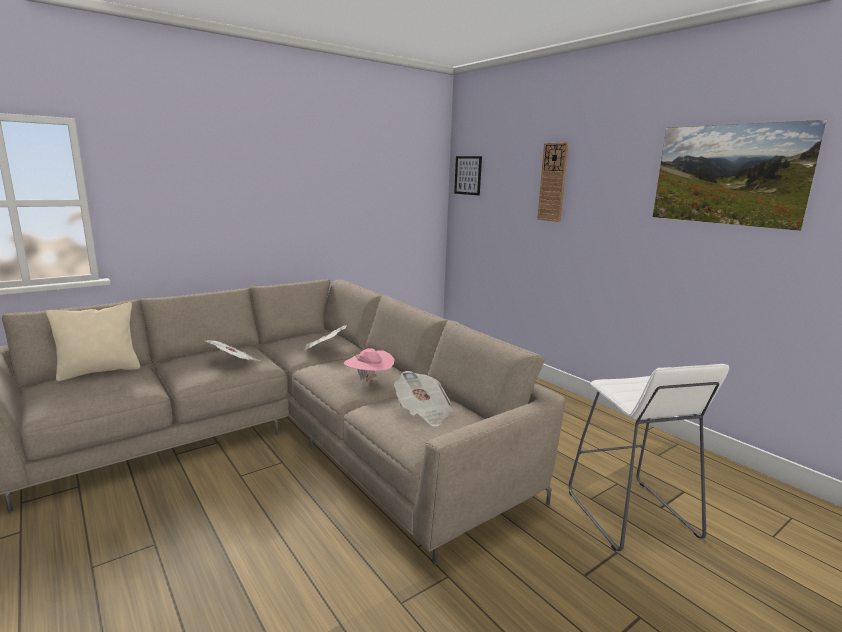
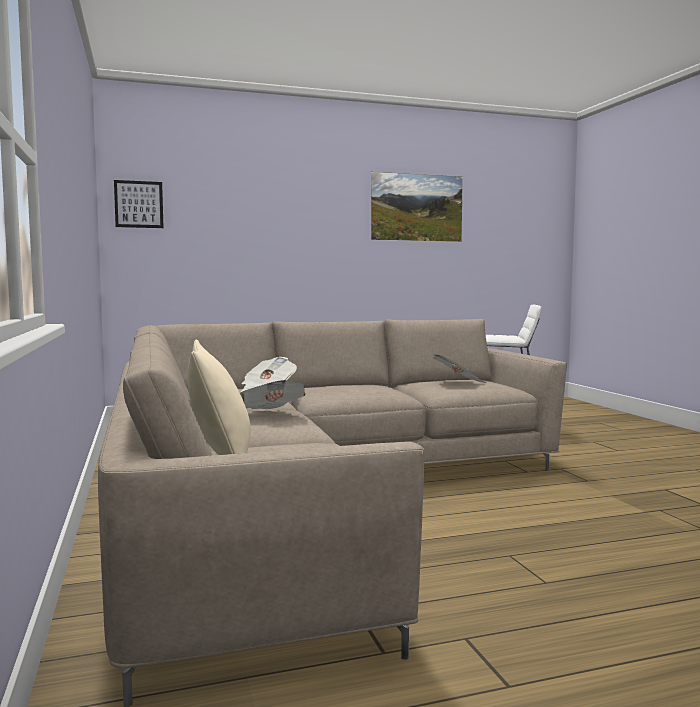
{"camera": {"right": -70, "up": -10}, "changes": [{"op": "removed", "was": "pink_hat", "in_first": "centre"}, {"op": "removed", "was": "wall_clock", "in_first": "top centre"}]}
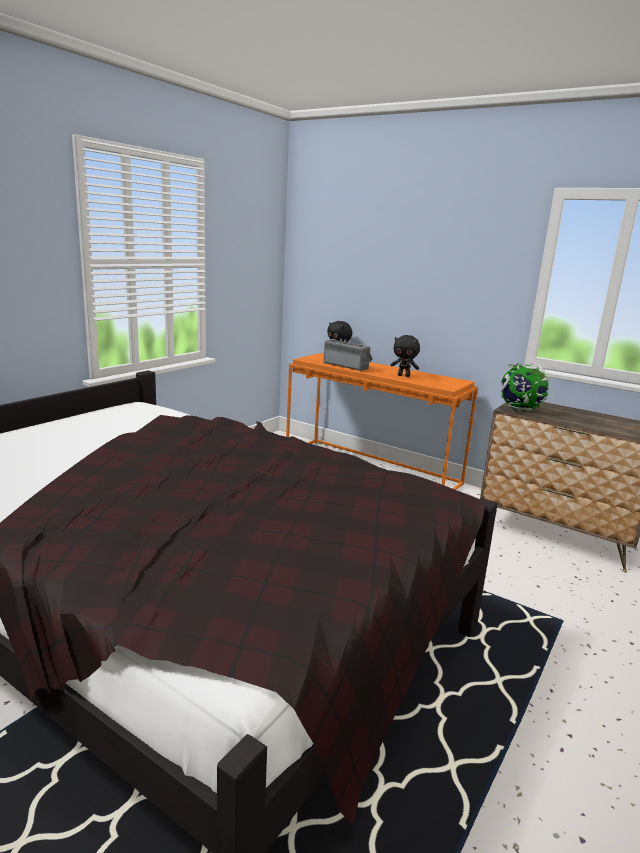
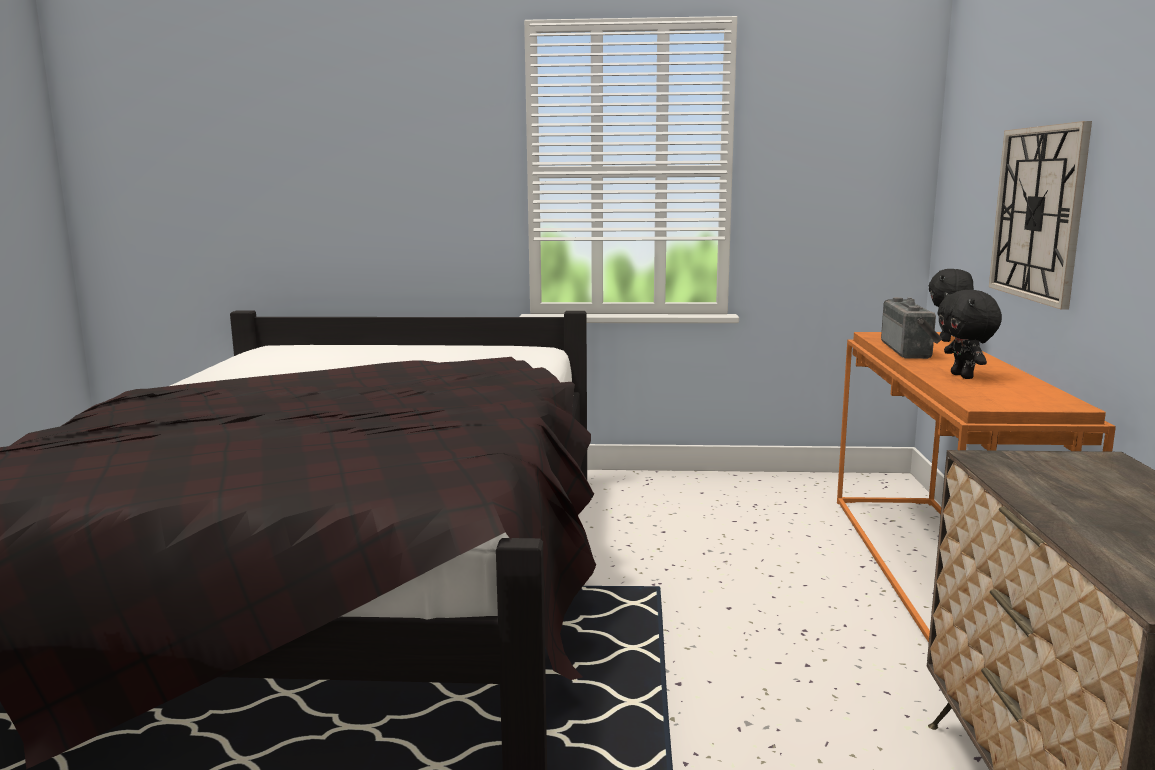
{"camera": {"right": 60, "up": -5}, "changes": [{"op": "removed", "was": "globe", "in_first": "middle right"}, {"op": "added", "now": "wall_clock", "in_second": "top right"}]}
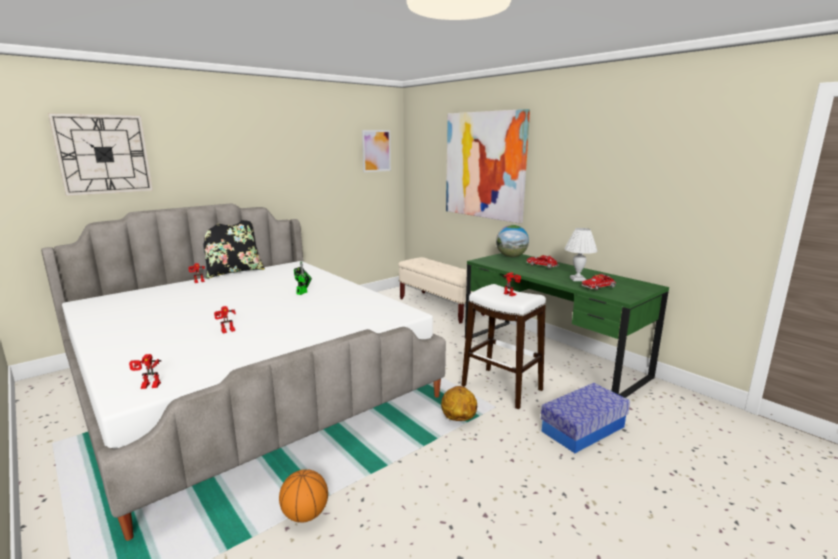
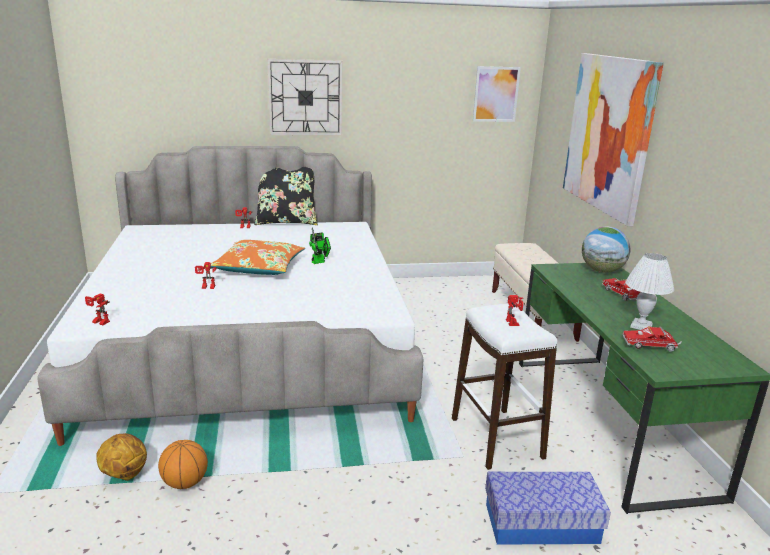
{"camera": {"right": 30, "up": 5}, "changes": [{"op": "moved", "was": "wall_clock", "in_first": "top left", "in_second": "top centre"}, {"op": "moved", "was": "basketball (2nd from left in the first image)", "now": "basketball (1st from left)", "in_first": "bottom centre", "in_second": "bottom left"}, {"op": "added", "now": "orange_pillow", "in_second": "centre"}]}
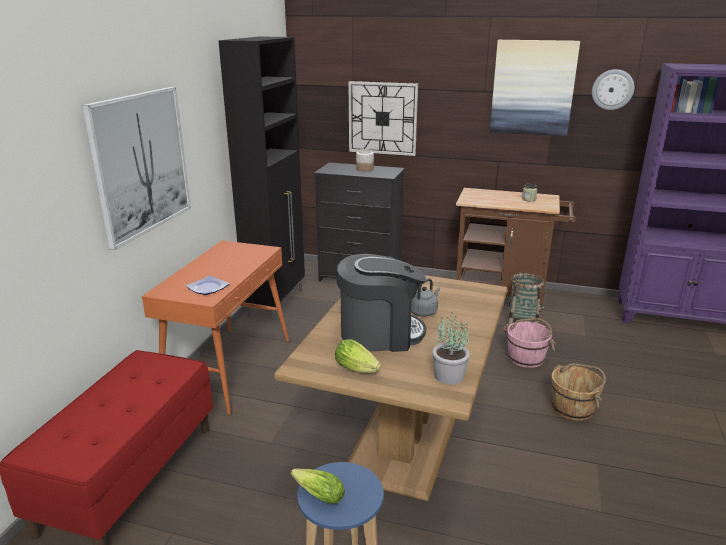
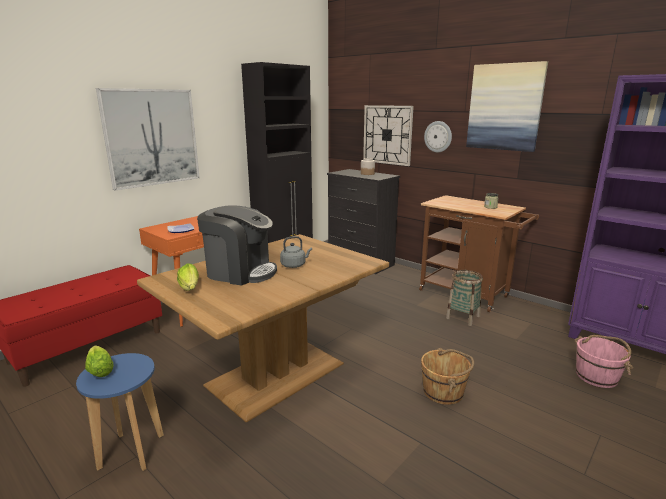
{"camera": {"right": 25, "up": -5}, "changes": [{"op": "removed", "was": "potted_plant", "in_first": "centre"}, {"op": "moved", "was": "pink_bucket", "in_first": "middle right", "in_second": "bottom right"}, {"op": "moved", "was": "wall_clock (2nd from left)", "in_first": "top right", "in_second": "top centre"}]}
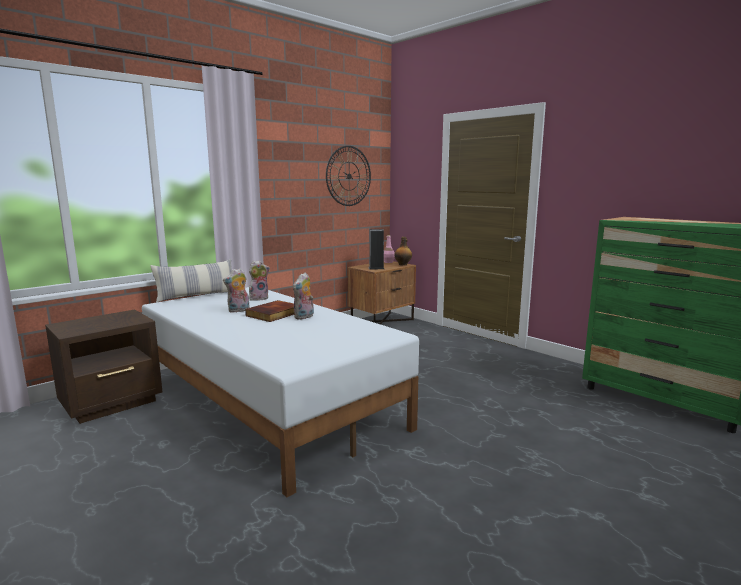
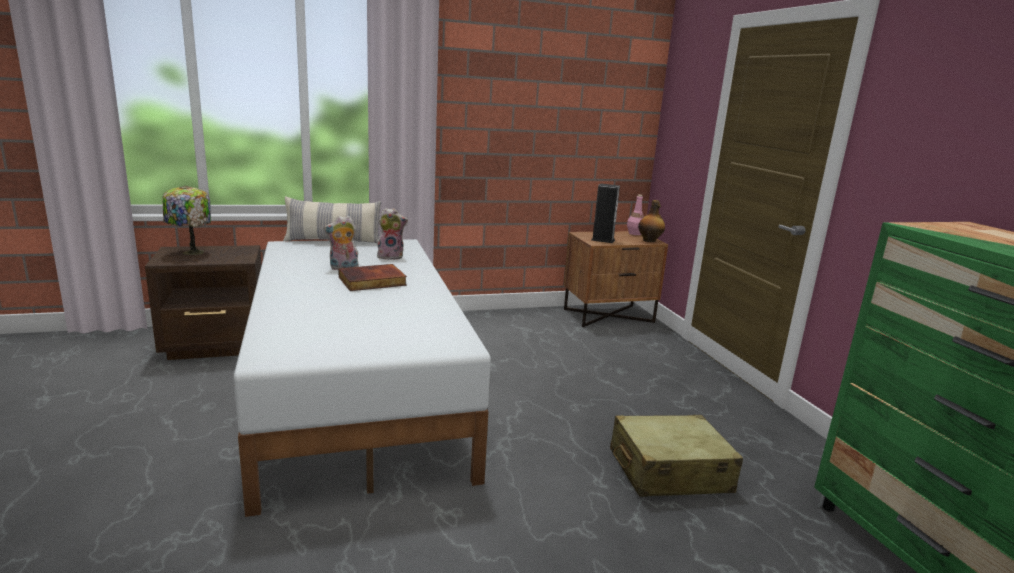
{"camera": {"right": 25, "up": 5}, "changes": [{"op": "removed", "was": "plush_toy (3rd from left)", "in_first": "centre"}, {"op": "removed", "was": "wall_clock", "in_first": "top centre"}, {"op": "added", "now": "table_lamp", "in_second": "middle left"}, {"op": "added", "now": "beige_suitcase", "in_second": "bottom right"}]}
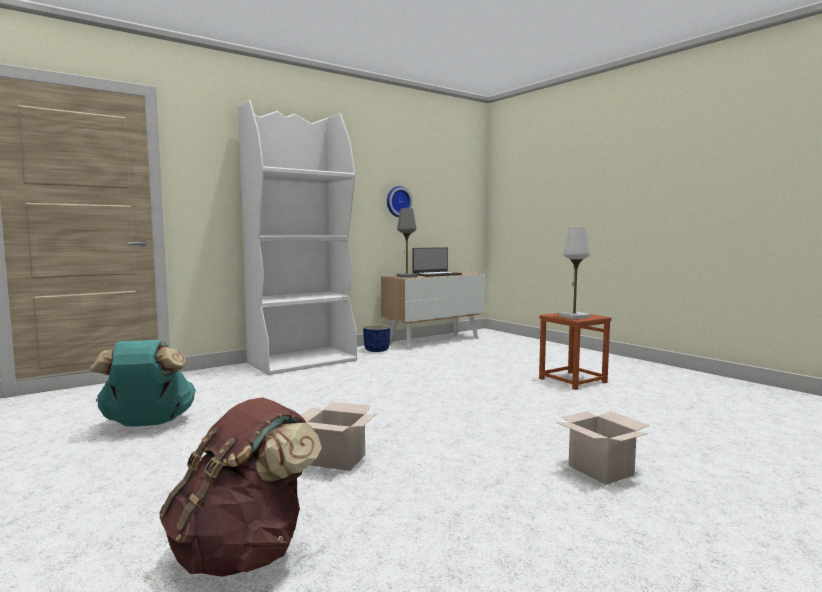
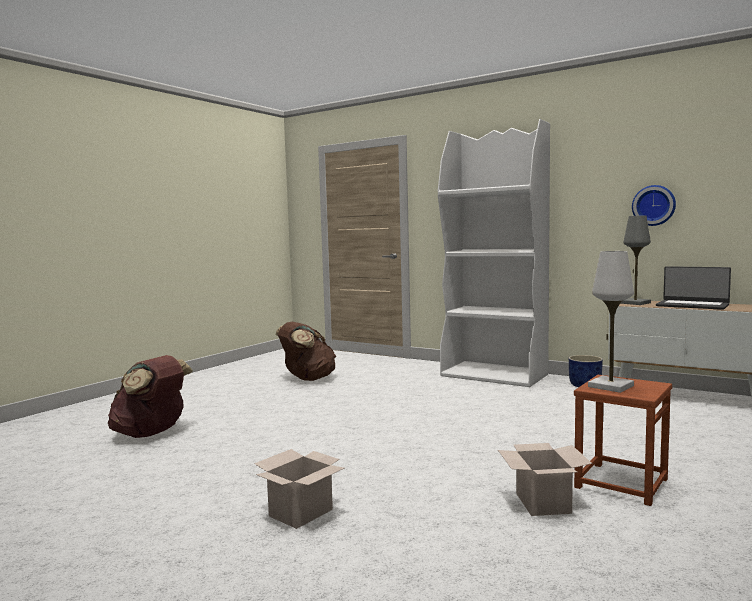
{"camera": {"right": 70, "up": 0}, "changes": [{"op": "recoloured", "was": "turquoise_backpack", "now": "brown_backpack (2nd from left)", "in_first": "middle left", "in_second": "centre"}, {"op": "moved", "was": "cardboard_box (1st from left in the first image)", "now": "cardboard_box (2nd from left)", "in_first": "bottom centre", "in_second": "bottom right"}]}
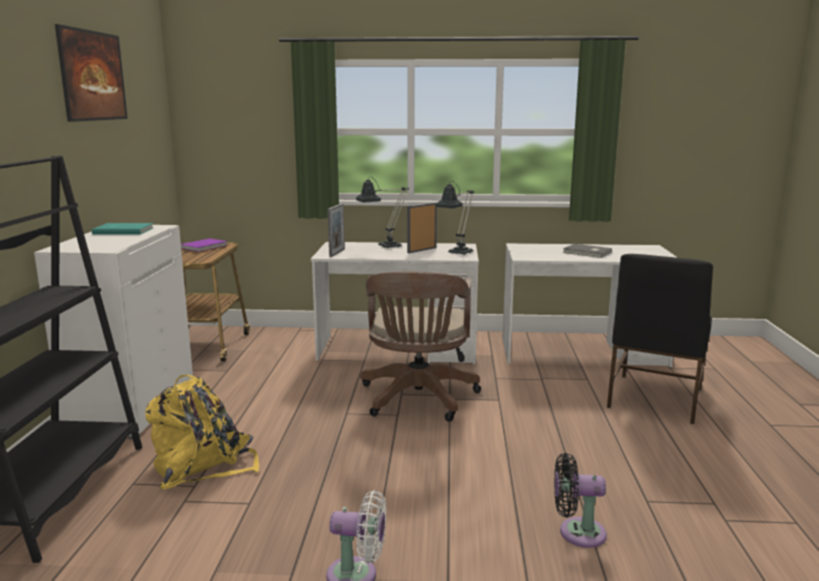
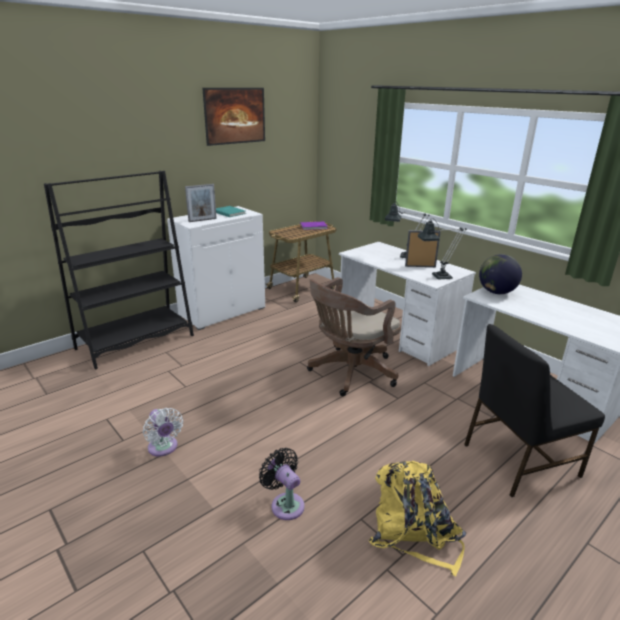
{"camera": {"right": 45, "up": 10}, "changes": [{"op": "moved", "was": "yellow_backpack", "in_first": "bottom left", "in_second": "bottom right"}, {"op": "moved", "was": "picture_frame (1st from left)", "in_first": "centre", "in_second": "top left"}, {"op": "removed", "was": "grey_book", "in_first": "middle right"}, {"op": "added", "now": "globe", "in_second": "middle right"}]}
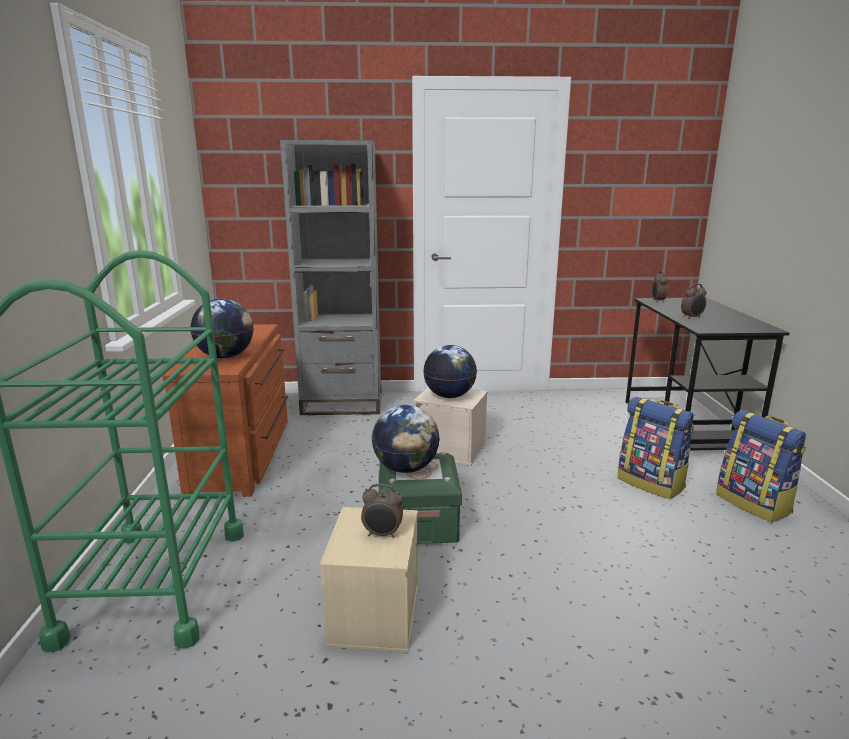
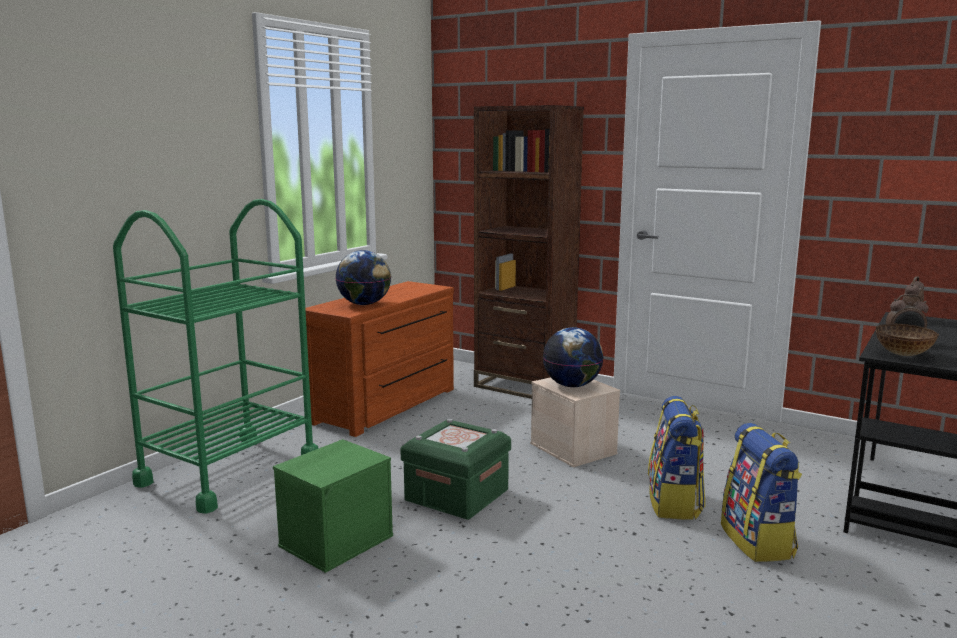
{"camera": {"right": 35, "up": -5}, "changes": [{"op": "recoloured", "was": "grey_bookcase", "now": "brown_bookcase", "in_first": "centre", "in_second": "centre"}, {"op": "recoloured", "was": "beige_storage_box (1st from left)", "now": "green_storage_box (1st from left)", "in_first": "bottom centre", "in_second": "bottom centre"}, {"op": "removed", "was": "alarm_clock (1st from left)", "in_first": "bottom centre"}, {"op": "removed", "was": "globe (2nd from left)", "in_first": "centre"}, {"op": "moved", "was": "backpack (2nd from left in the first image)", "now": "backpack (1st from left)", "in_first": "middle right", "in_second": "bottom right"}, {"op": "added", "now": "bowl", "in_second": "middle right"}]}
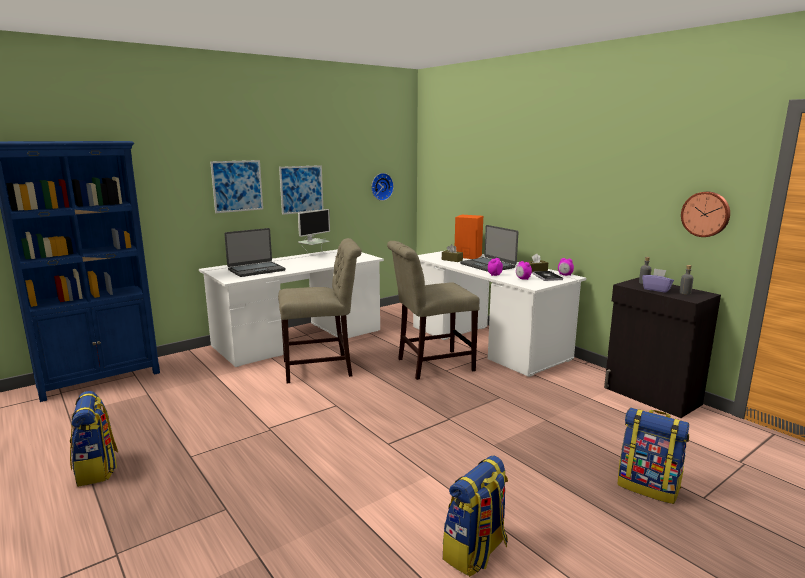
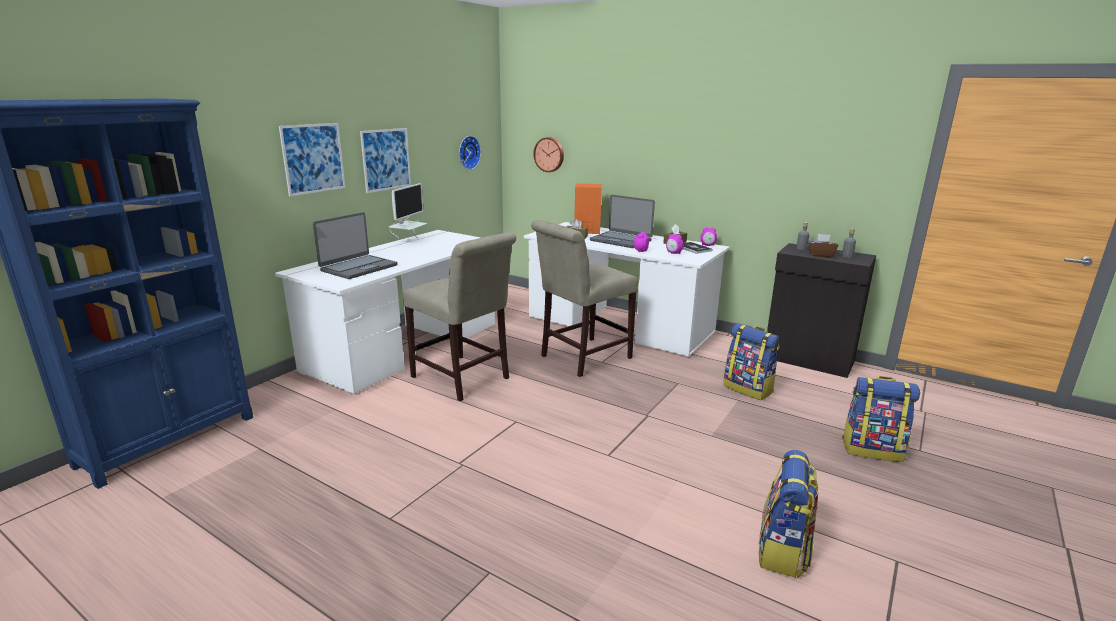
{"camera": {"right": -20, "up": 5}, "changes": [{"op": "moved", "was": "backpack (1st from left)", "in_first": "bottom left", "in_second": "middle right"}, {"op": "turned", "was": "beige_chair (1st from left)", "in_first": "centre", "in_second": "centre", "clockwise": 75}, {"op": "recoloured", "was": "purple_tissue_box", "now": "brown_tissue_box (3rd from left)", "in_first": "middle right", "in_second": "middle right"}, {"op": "moved", "was": "wall_clock (2nd from left)", "in_first": "middle right", "in_second": "top centre"}]}
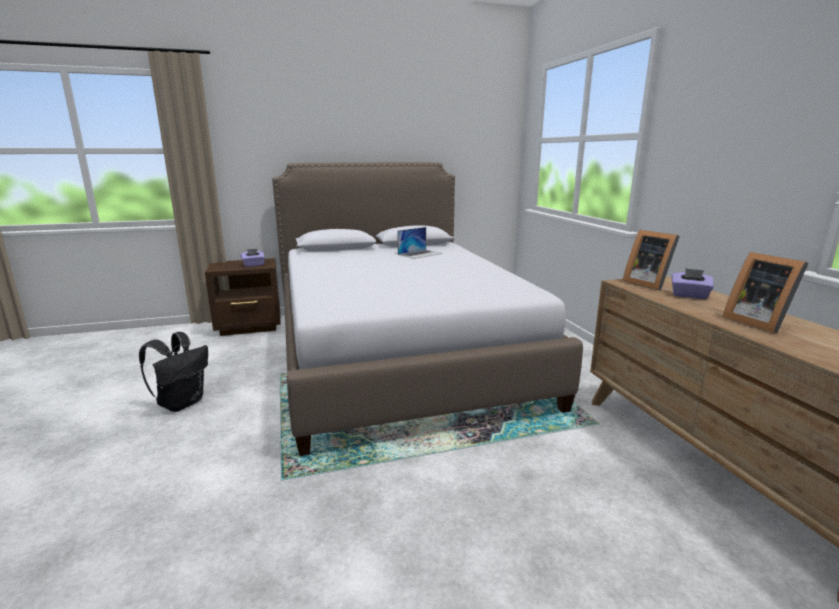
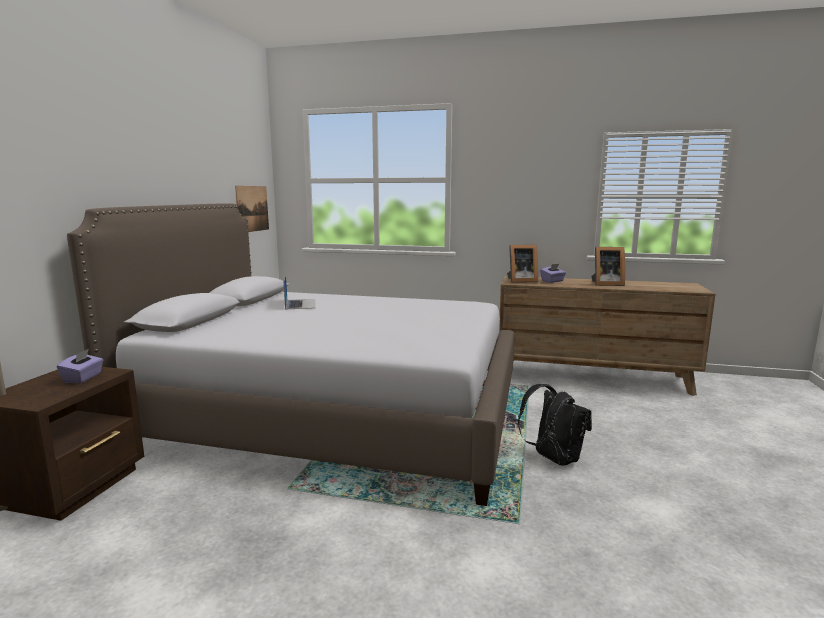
{"camera": {"right": -60, "up": -5}, "changes": [{"op": "moved", "was": "black_backpack", "in_first": "middle left", "in_second": "bottom right"}, {"op": "added", "now": "picture", "in_second": "middle left"}]}
